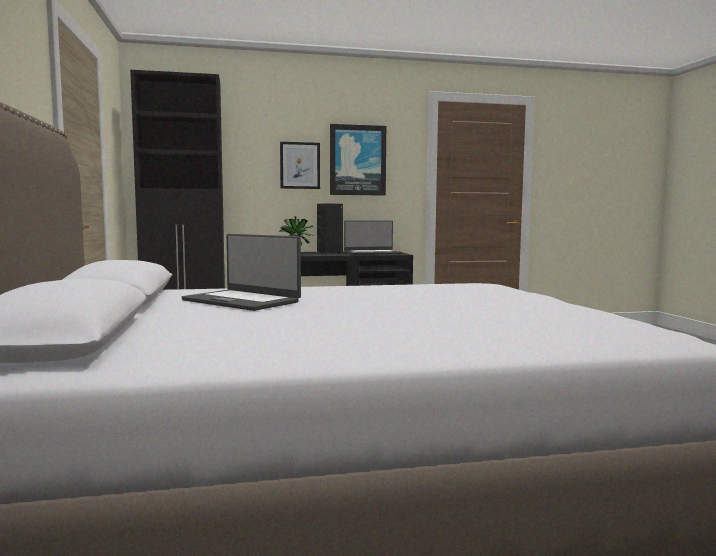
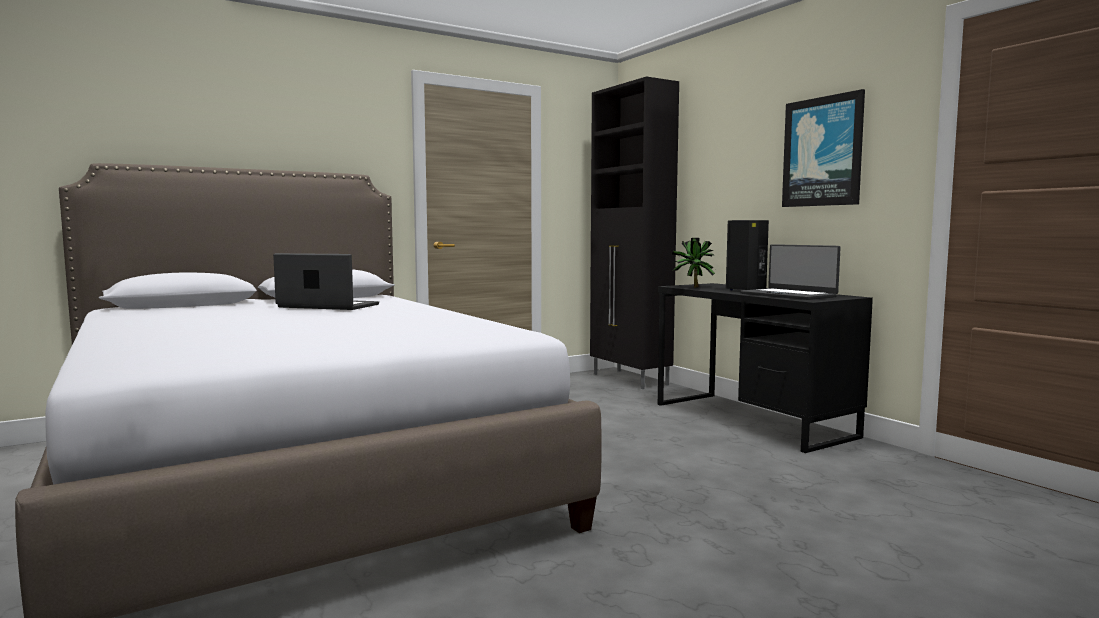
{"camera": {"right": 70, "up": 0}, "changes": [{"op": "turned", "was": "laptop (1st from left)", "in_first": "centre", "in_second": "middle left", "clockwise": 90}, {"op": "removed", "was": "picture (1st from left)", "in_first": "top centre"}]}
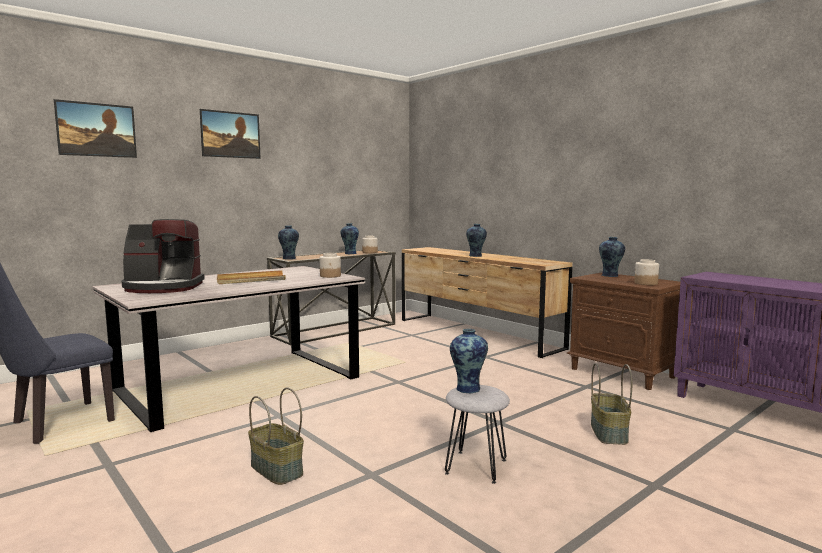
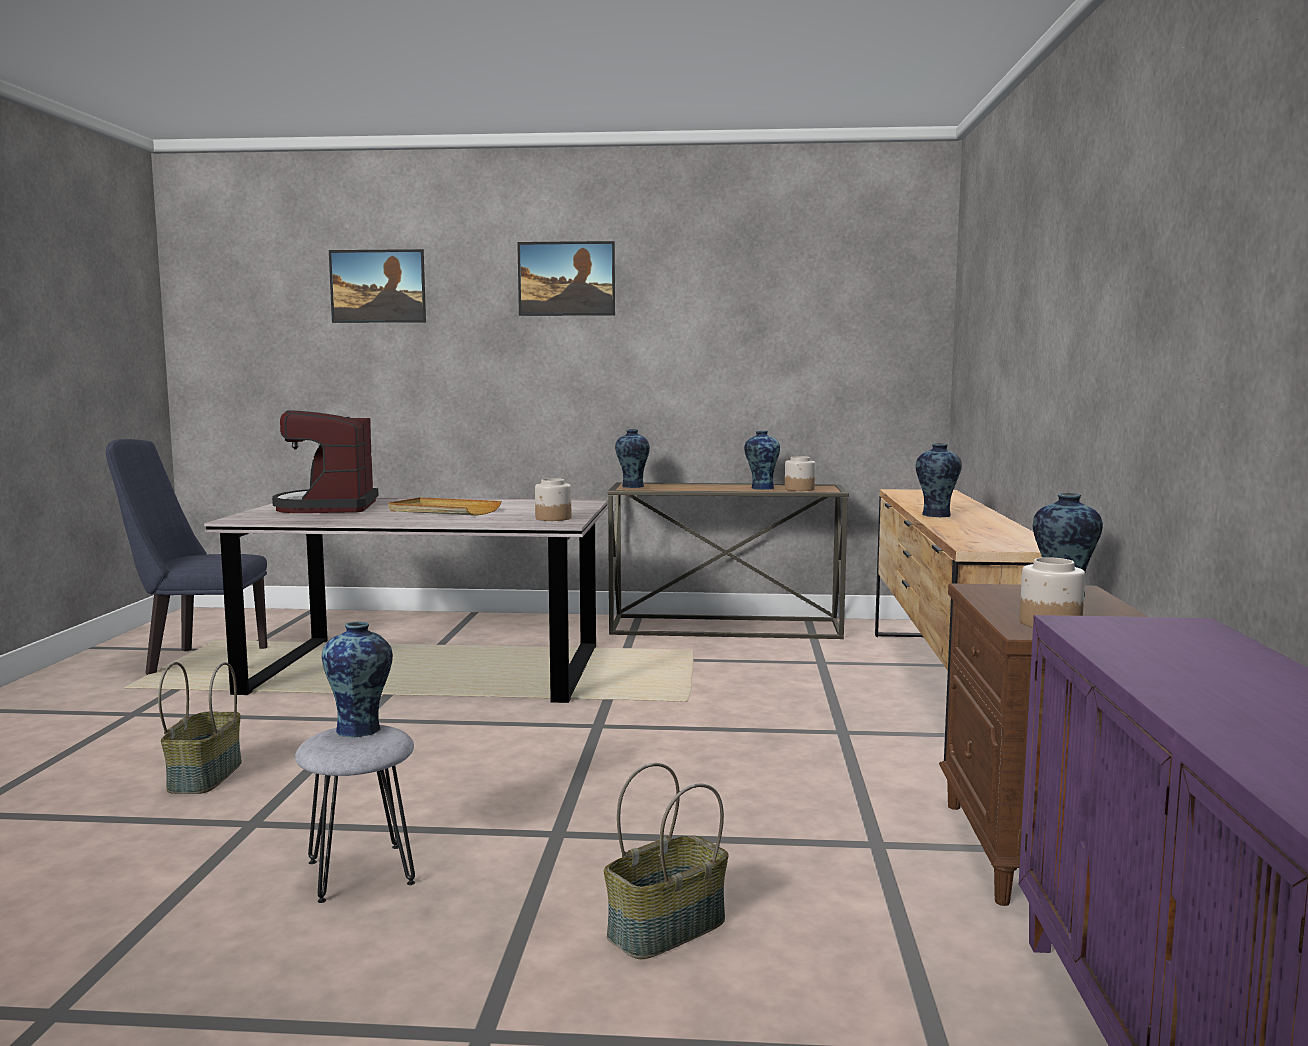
{"camera": {"right": 45, "up": 0}, "changes": [{"op": "turned", "was": "coffee_machine", "in_first": "middle left", "in_second": "middle left", "clockwise": 45}]}
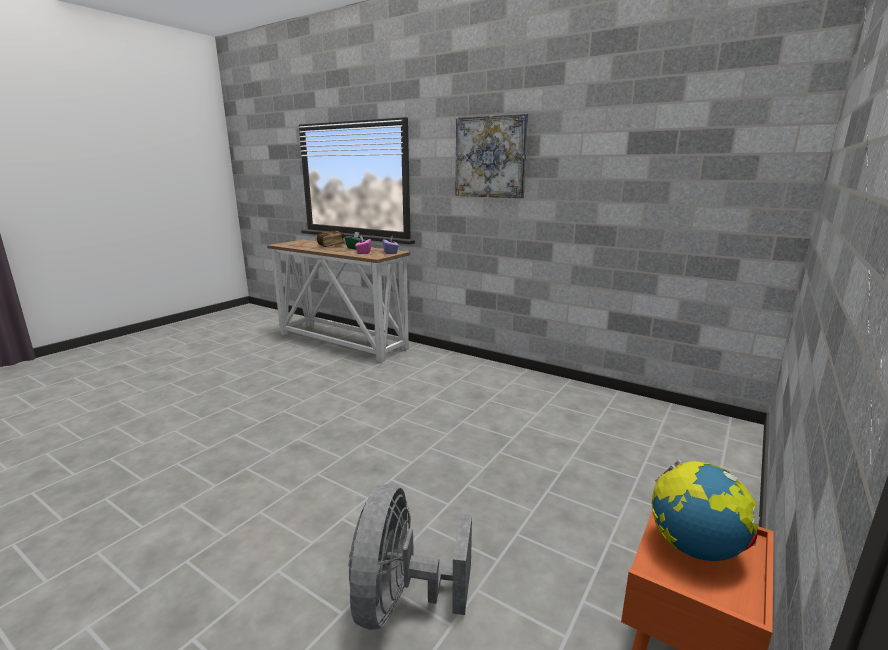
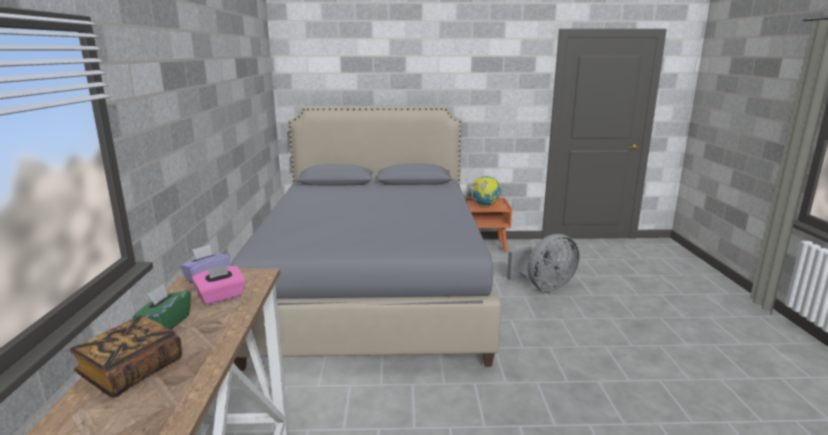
{"camera": {"right": -125, "up": 0}, "changes": [{"op": "removed", "was": "picture", "in_first": "top centre"}, {"op": "added", "now": "grey_bed", "in_second": "centre"}]}
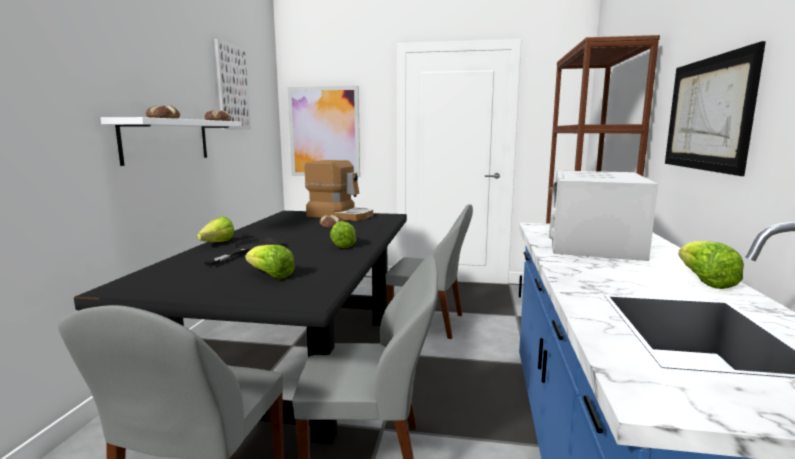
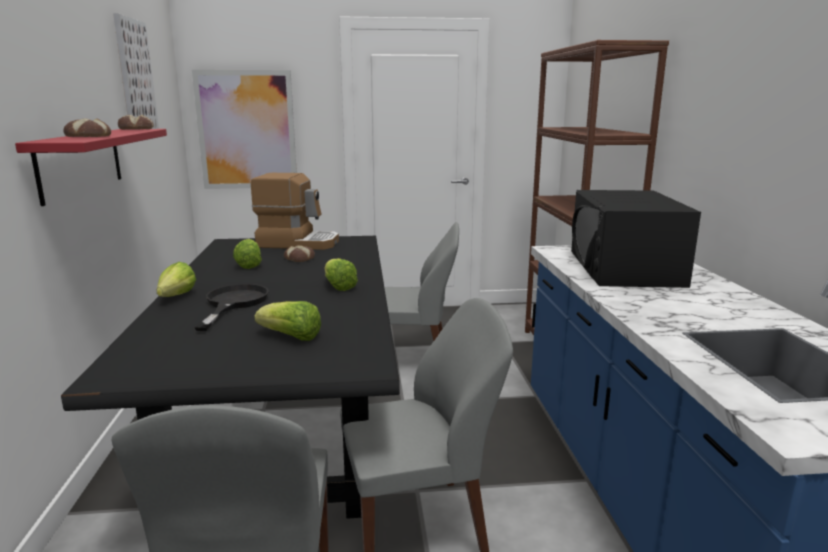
{"camera": {"right": -15, "up": 5}, "changes": [{"op": "recoloured", "was": "white_shelf", "now": "red_shelf", "in_first": "top left", "in_second": "top left"}, {"op": "recoloured", "was": "white_microwave", "now": "black_microwave", "in_first": "middle right", "in_second": "middle right"}, {"op": "removed", "was": "picture (3rd from left)", "in_first": "top right"}, {"op": "moved", "was": "lettuce (4th from left in the first image)", "now": "lettuce (2nd from left)", "in_first": "middle right", "in_second": "middle left"}]}
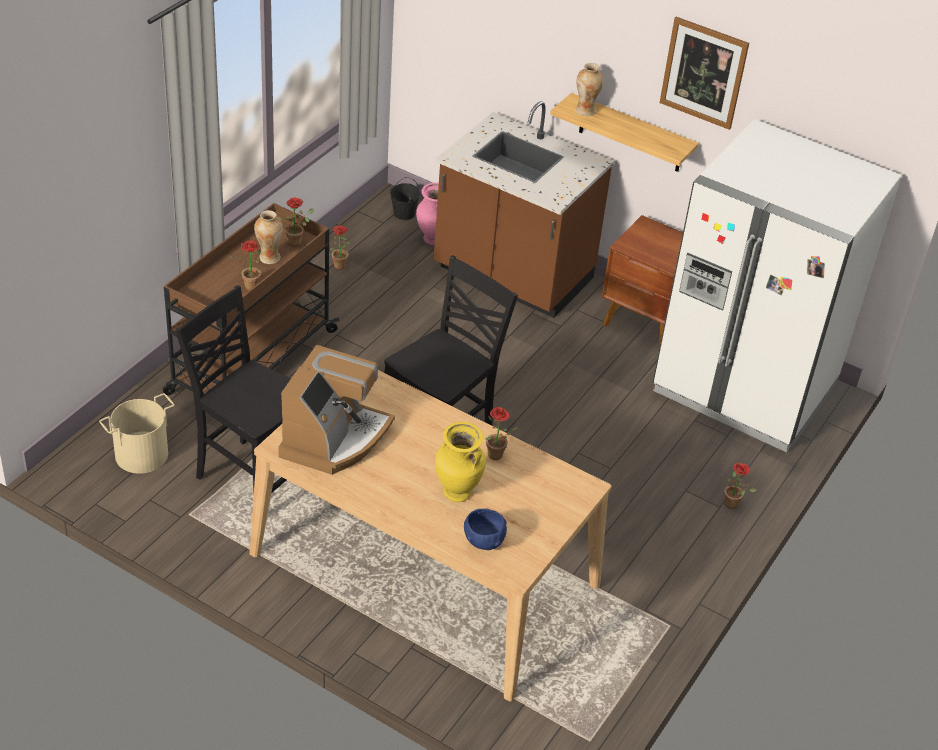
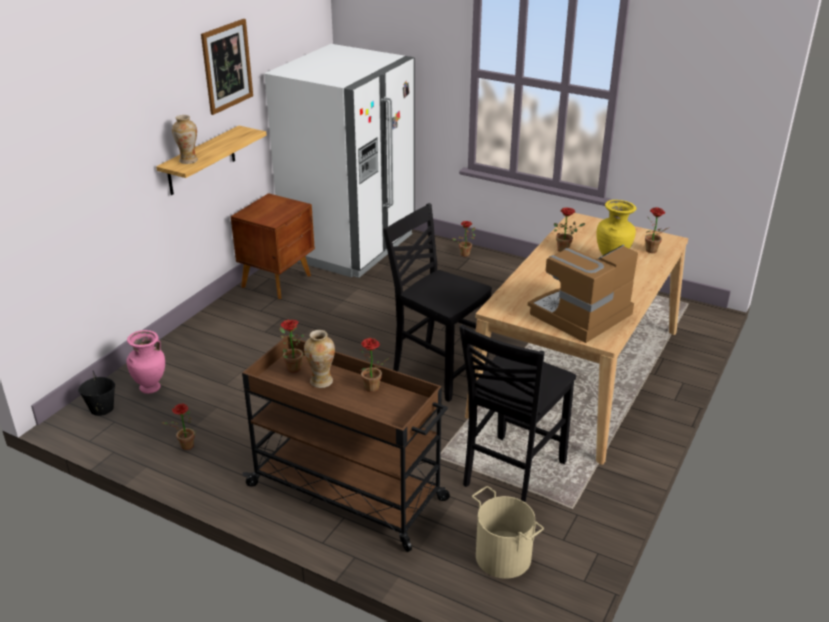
{"camera": {"right": -90, "up": -10}, "changes": [{"op": "turned", "was": "coffee_machine", "in_first": "centre", "in_second": "middle right", "clockwise": -60}, {"op": "removed", "was": "brown_counter", "in_first": "top centre"}, {"op": "replaced", "was": "blue_bowl", "now": "potted_plant (6th from left)", "in_first": "bottom centre", "in_second": "middle right"}]}
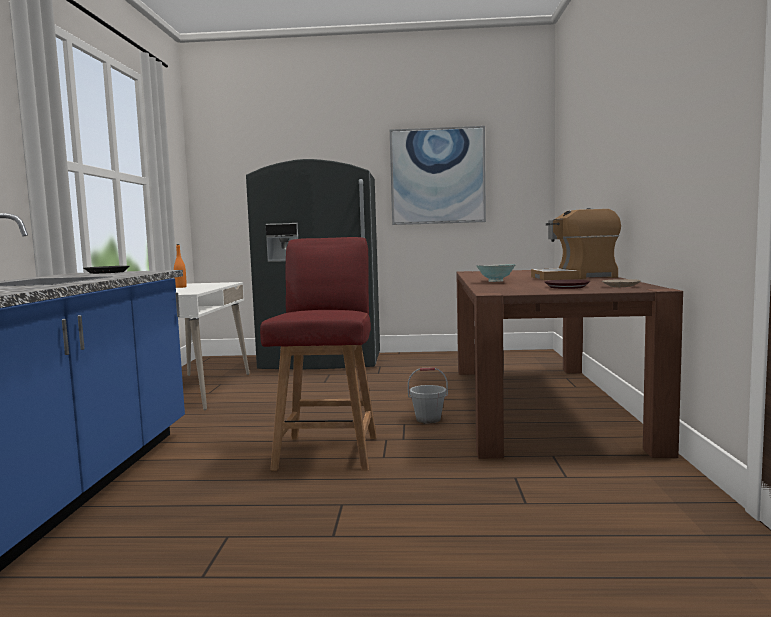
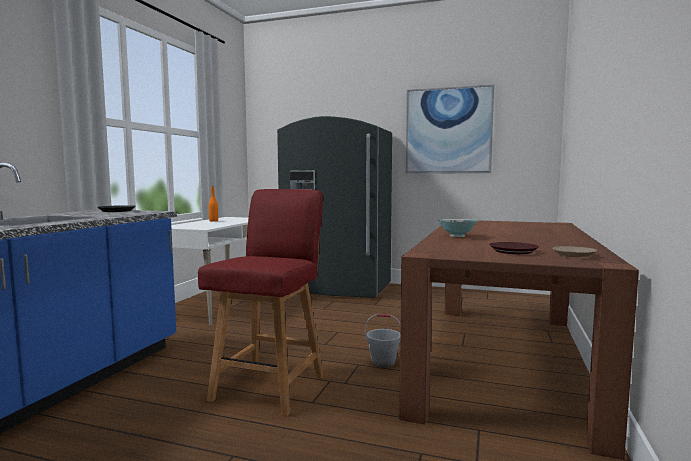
{"camera": {"right": 15, "up": 0}, "changes": [{"op": "removed", "was": "coffee_machine", "in_first": "middle right"}]}
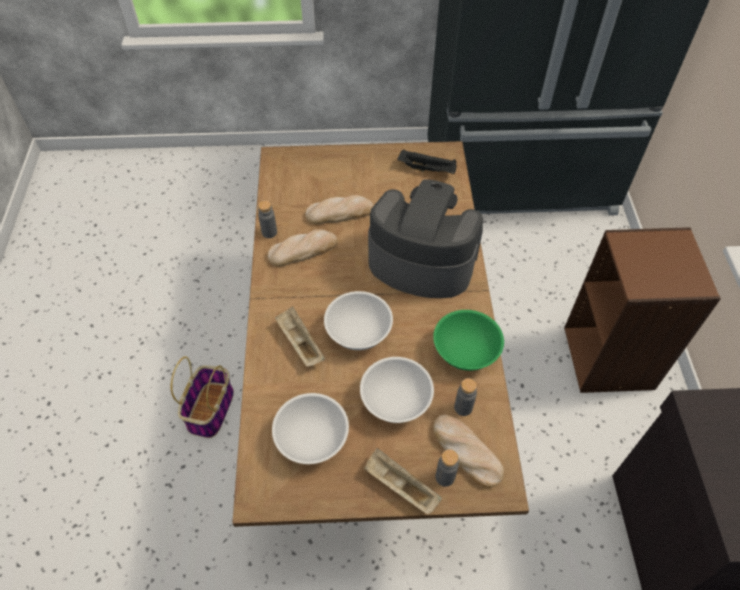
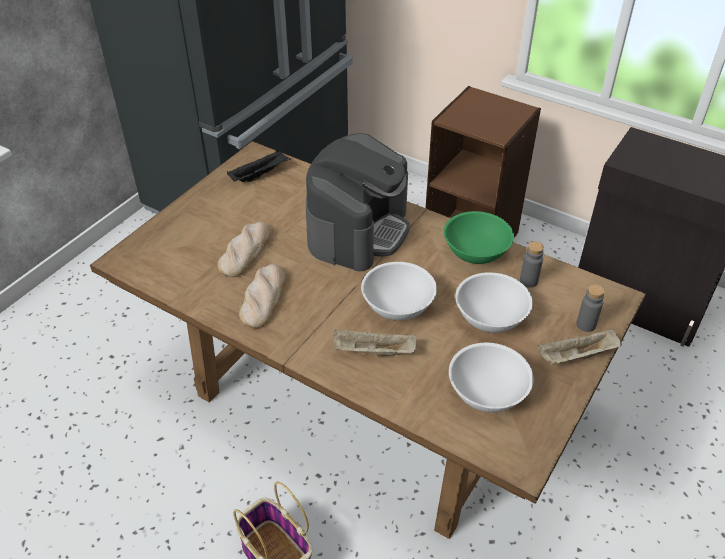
{"camera": {"right": -55, "up": -10}, "changes": [{"op": "removed", "was": "grey_bottle (1st from left)", "in_first": "centre"}, {"op": "turned", "was": "coffee_machine", "in_first": "centre", "in_second": "centre", "clockwise": 150}, {"op": "removed", "was": "bread (3rd from left)", "in_first": "bottom centre"}]}
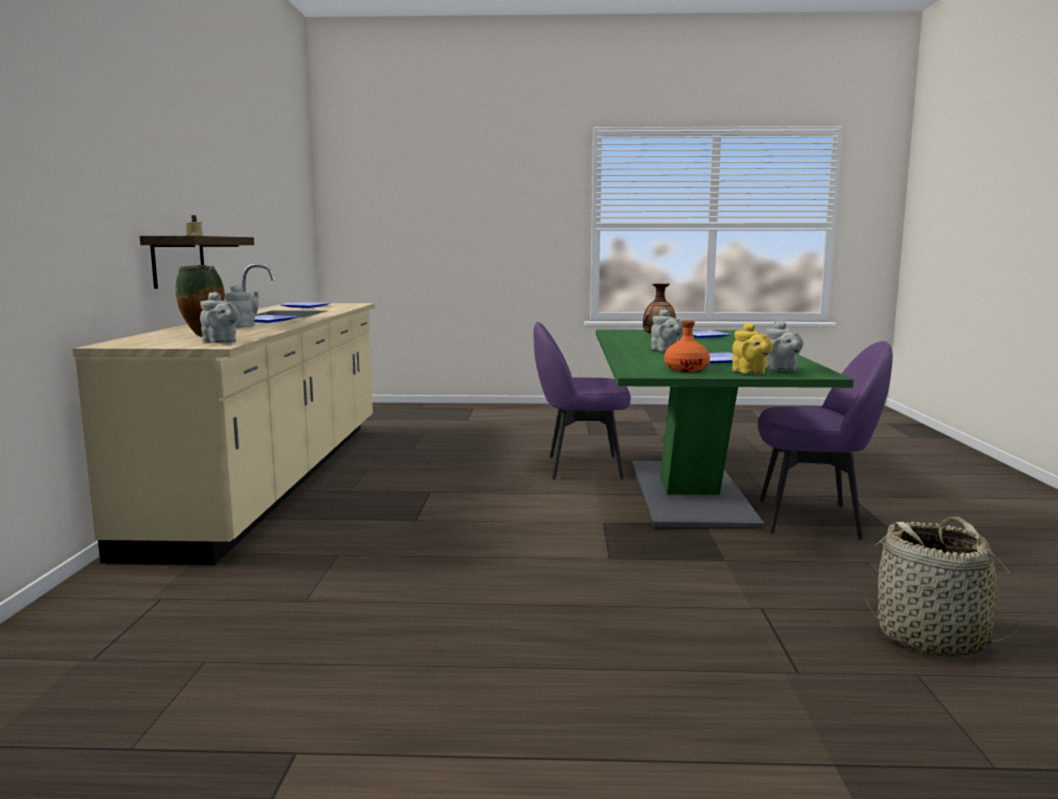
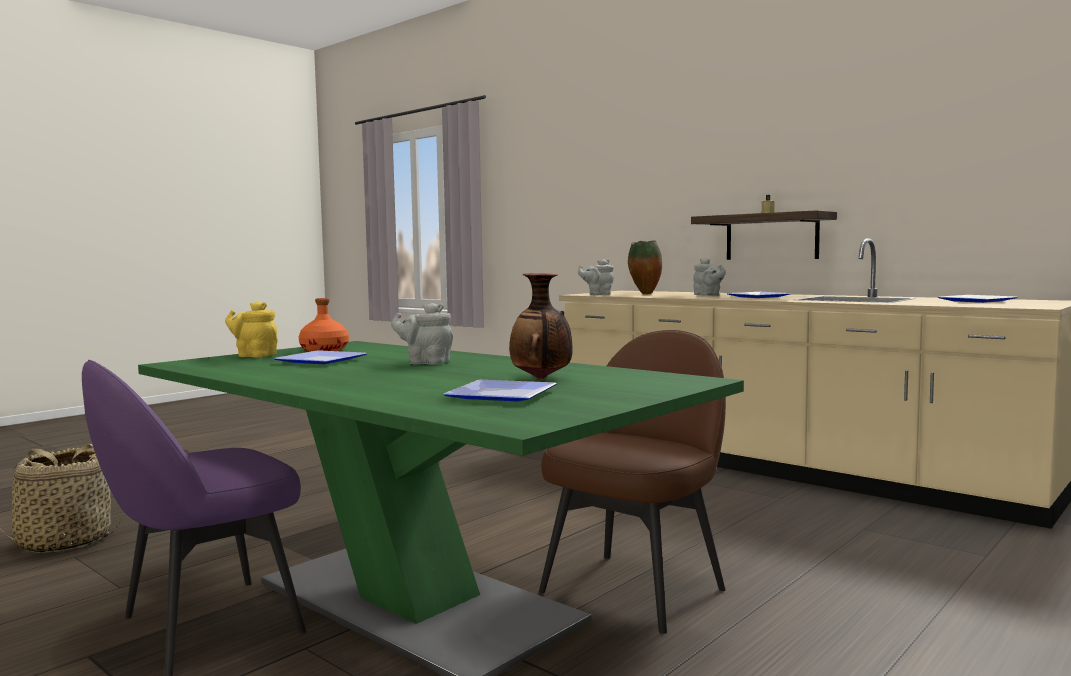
{"camera": {"right": 130, "up": -5}, "changes": [{"op": "recoloured", "was": "purple_chair (1st from left)", "now": "brown_chair", "in_first": "centre", "in_second": "bottom centre"}, {"op": "removed", "was": "grey_teapot (4th from left)", "in_first": "middle right"}]}
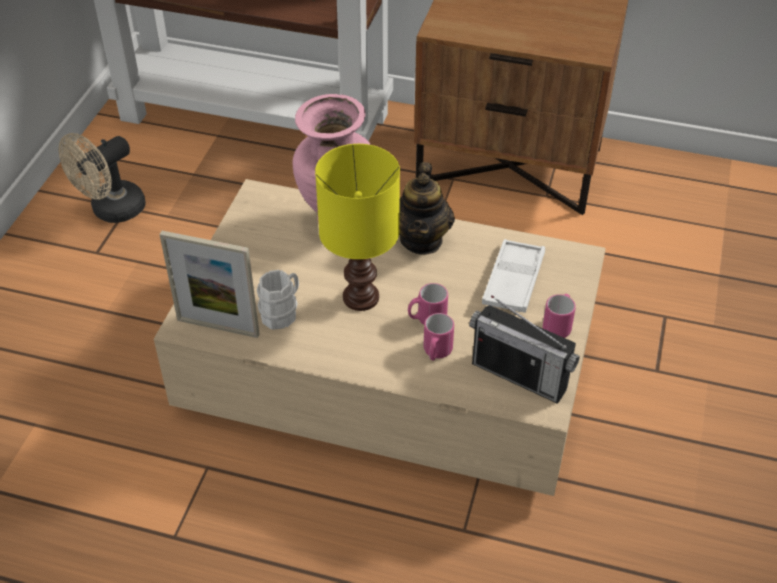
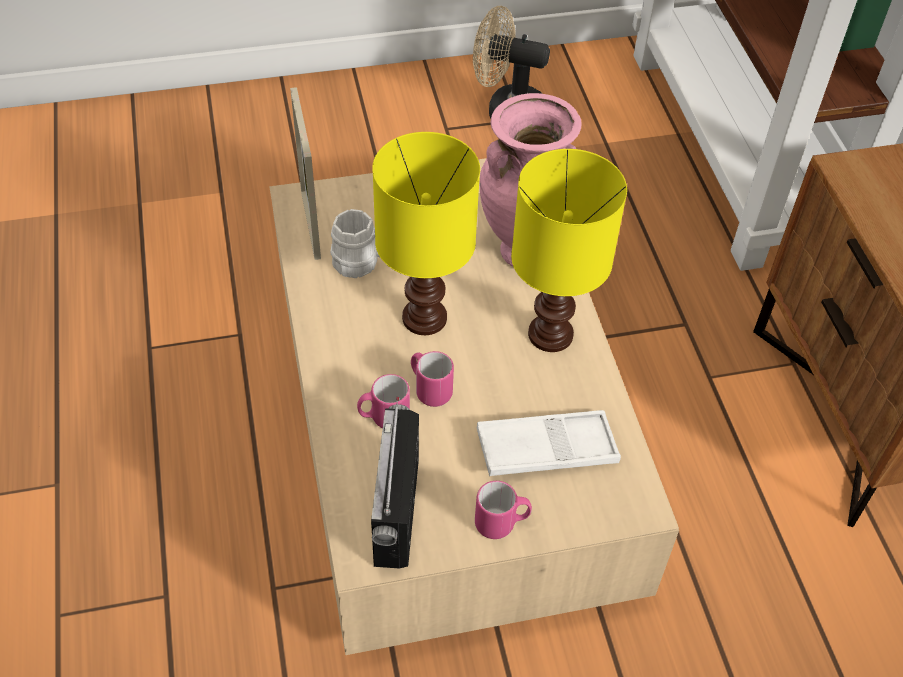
{"camera": {"right": 60, "up": 5}, "changes": [{"op": "replaced", "was": "teapot", "now": "yellow_table_lamp (2nd from left)", "in_first": "centre", "in_second": "centre"}]}
